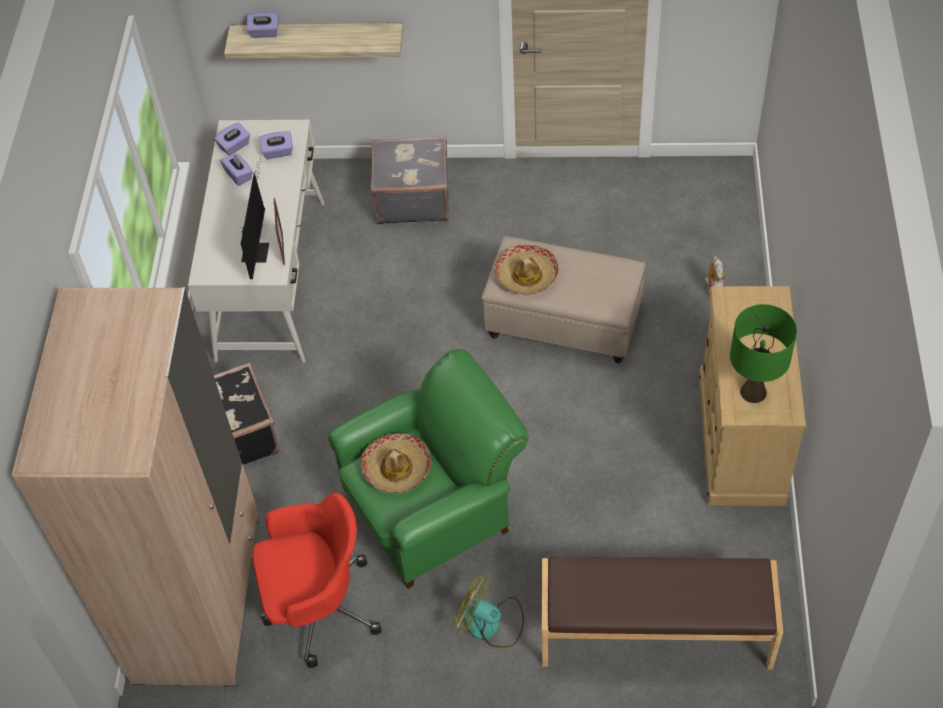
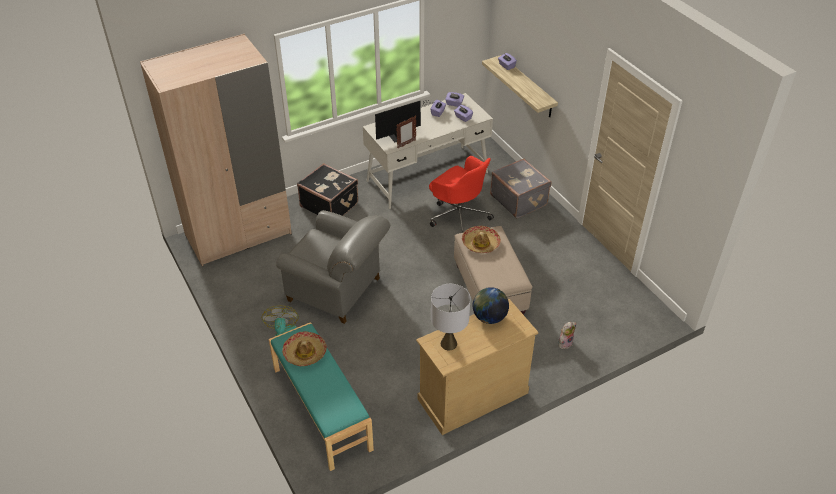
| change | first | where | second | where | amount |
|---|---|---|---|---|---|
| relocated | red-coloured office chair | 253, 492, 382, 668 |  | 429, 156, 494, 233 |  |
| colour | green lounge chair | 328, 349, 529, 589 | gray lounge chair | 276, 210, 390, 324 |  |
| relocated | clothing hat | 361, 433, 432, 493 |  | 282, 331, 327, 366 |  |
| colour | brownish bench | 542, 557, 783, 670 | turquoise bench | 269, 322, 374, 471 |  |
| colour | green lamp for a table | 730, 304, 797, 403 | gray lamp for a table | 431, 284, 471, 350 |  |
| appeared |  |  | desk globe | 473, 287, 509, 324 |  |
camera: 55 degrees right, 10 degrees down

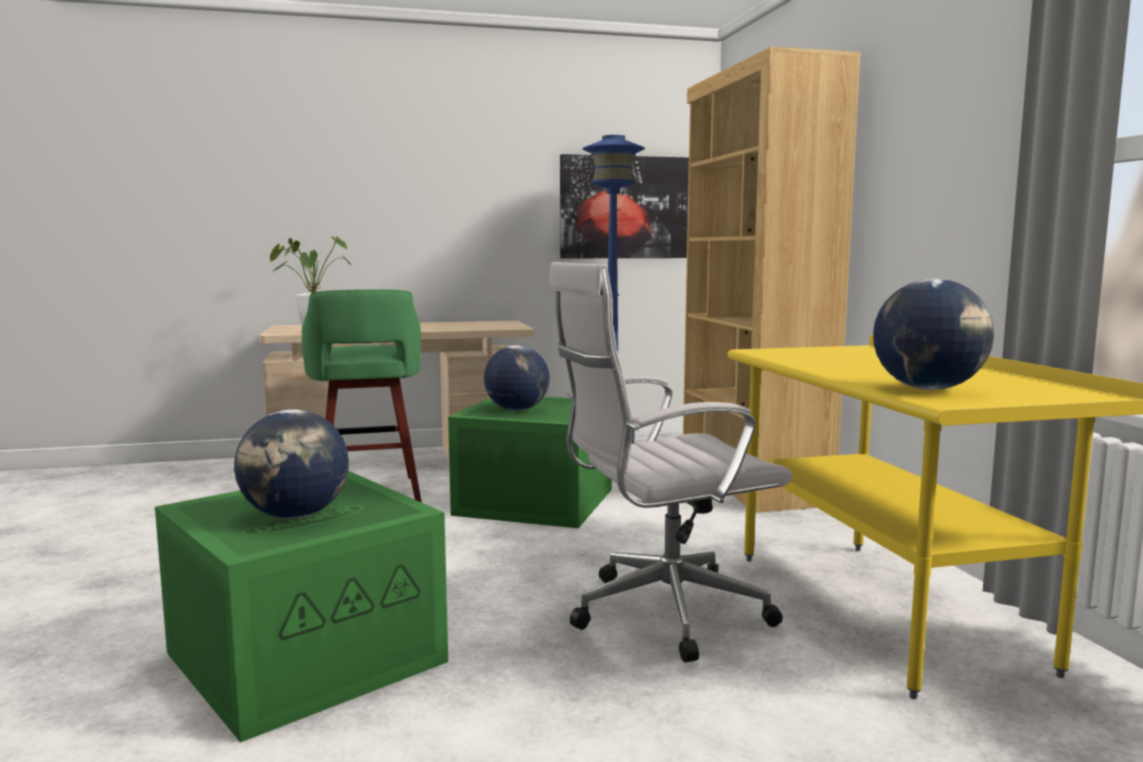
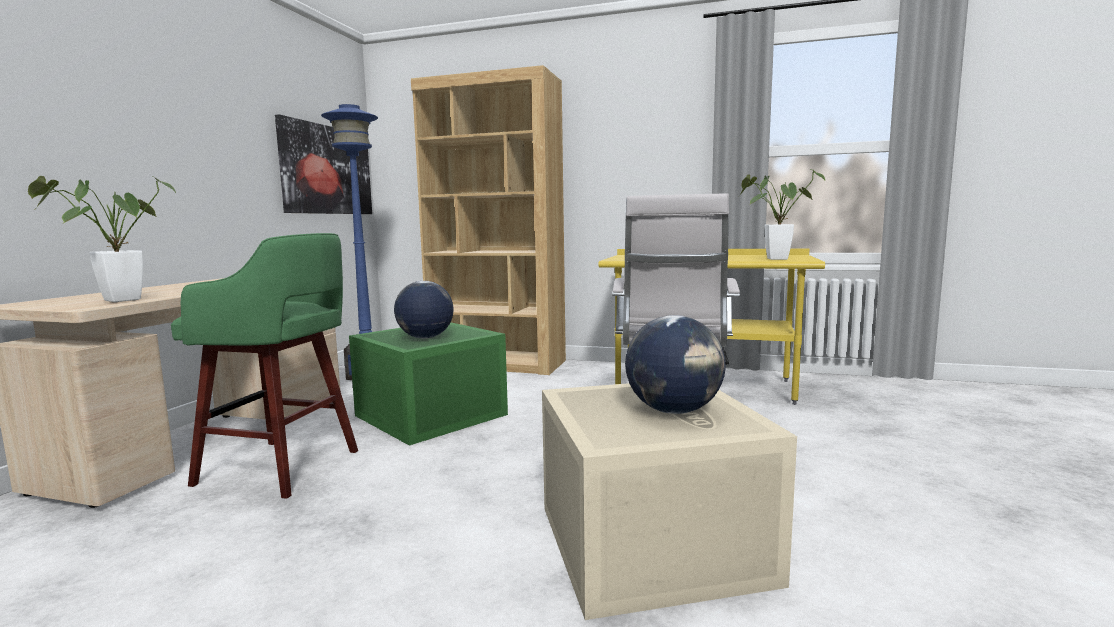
| change | first | where | second | where | amount |
|---|---|---|---|---|---|
| colour | green storage container | 155, 471, 448, 743 | sand-coloured storage container | 542, 383, 797, 620 |  |
| exchanged | desk globe | 873, 279, 994, 390 | plant in a pot | 739, 170, 826, 260 |  |
camera: 60 degrees left, 0 degrees up

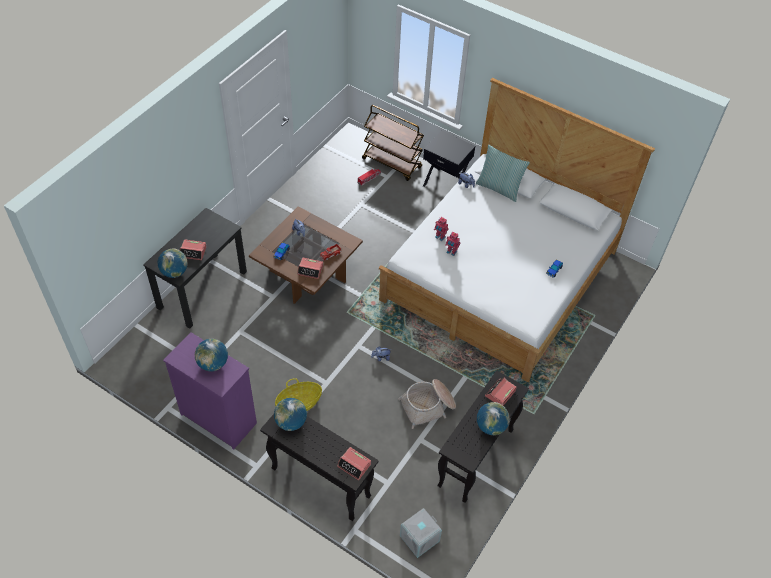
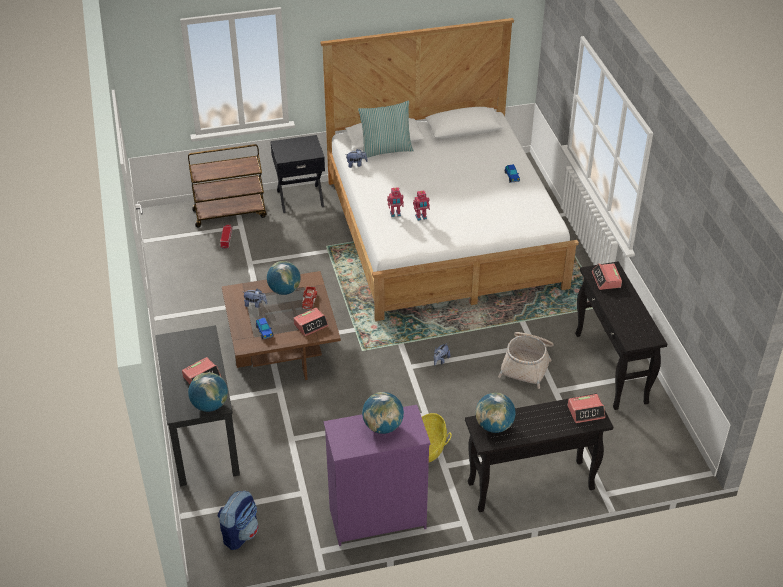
| change | first | where | second | where | amount |
|---|---|---|---|---|---|
| missing | gray storage container | 400, 508, 442, 558 |  |  |  |
| relocated | desk globe | 477, 402, 510, 436 |  | 267, 261, 301, 295 |  |
| appeared |  |  | knapsack | 218, 490, 258, 550 |  |
camera: 45 degrees left, 10 degrees down

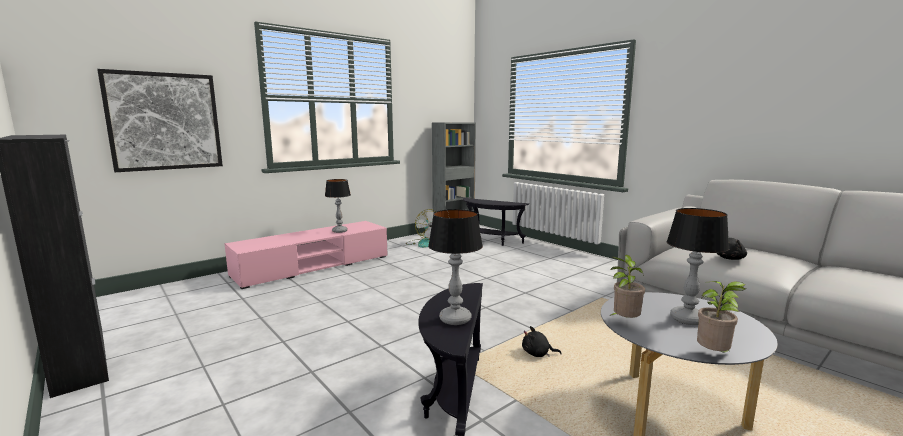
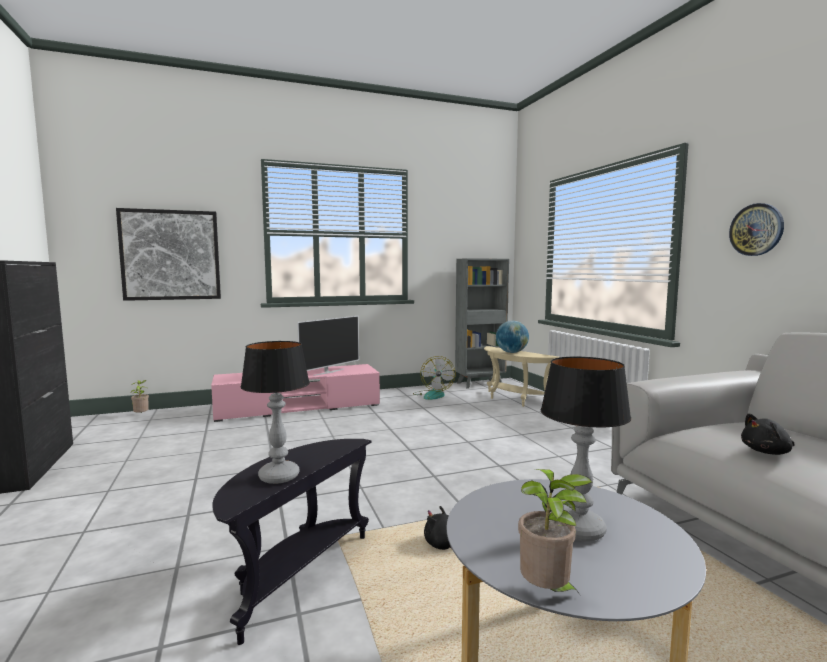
| change | first | where | second | where | amount |
|---|---|---|---|---|---|
| exchanged | lamp for a table | 325, 179, 351, 233 | TV | 297, 316, 359, 376 |  |
| colour | blackish side table | 463, 198, 529, 246 | sand-coloured side table | 484, 346, 559, 407 |  |
| relocated | plant in a pot | 610, 255, 645, 318 |  | 130, 380, 149, 413 |  |
| appeared |  |  | desk globe | 496, 321, 529, 353 |  |
| appeared |  |  | clock on the wall | 729, 203, 784, 256 |  |
camera: 20 degrees right, 5 degrees down

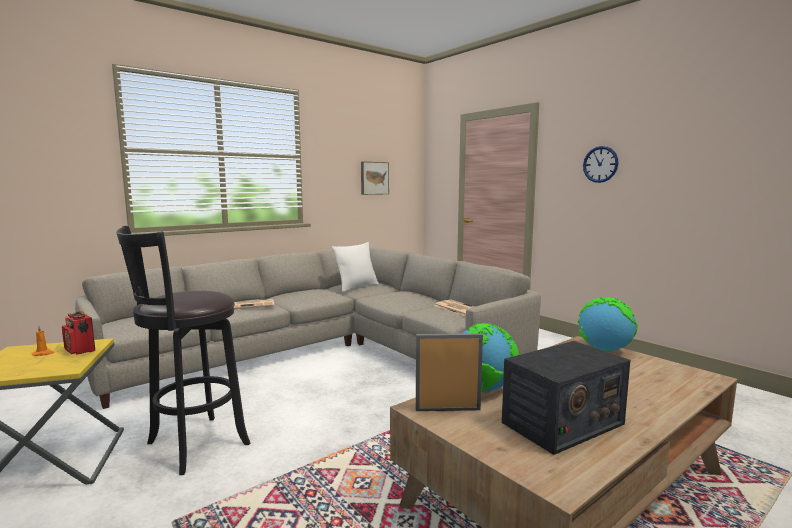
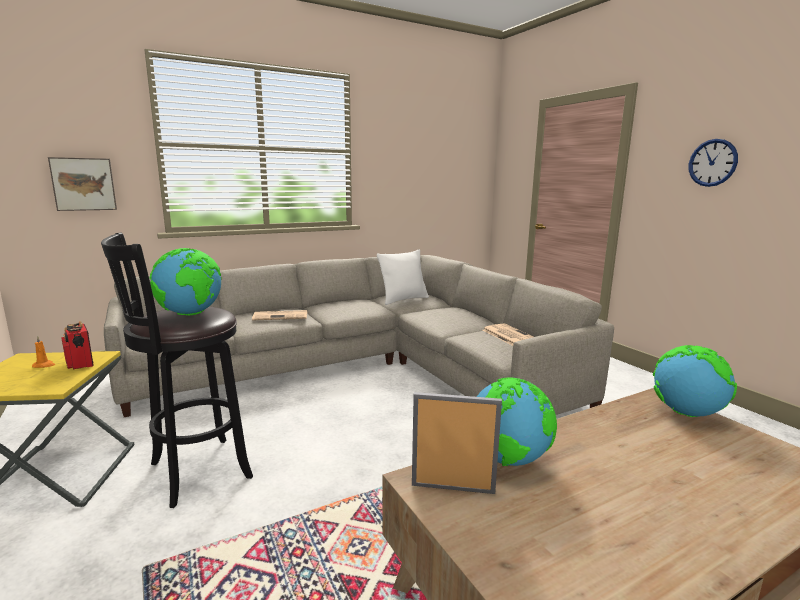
| change | first | where | second | where | amount |
|---|---|---|---|---|---|
| relocated | picture | 361, 162, 389, 195 |  | 48, 157, 117, 211 |  |
| missing | radio | 502, 341, 630, 455 |  |  |  |
| appeared |  |  | desk globe | 149, 248, 222, 316 |  |
camera: 10 degrees right, 5 degrees up

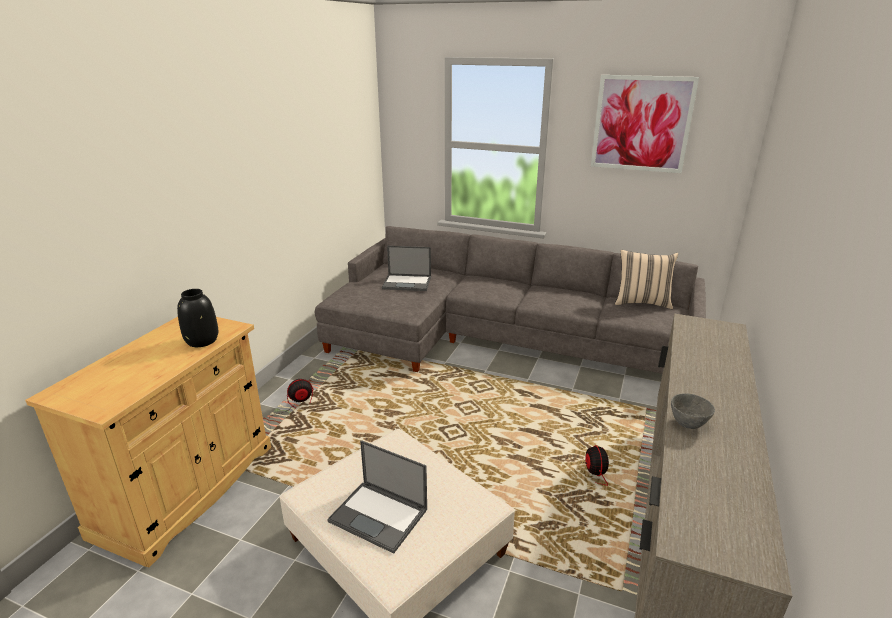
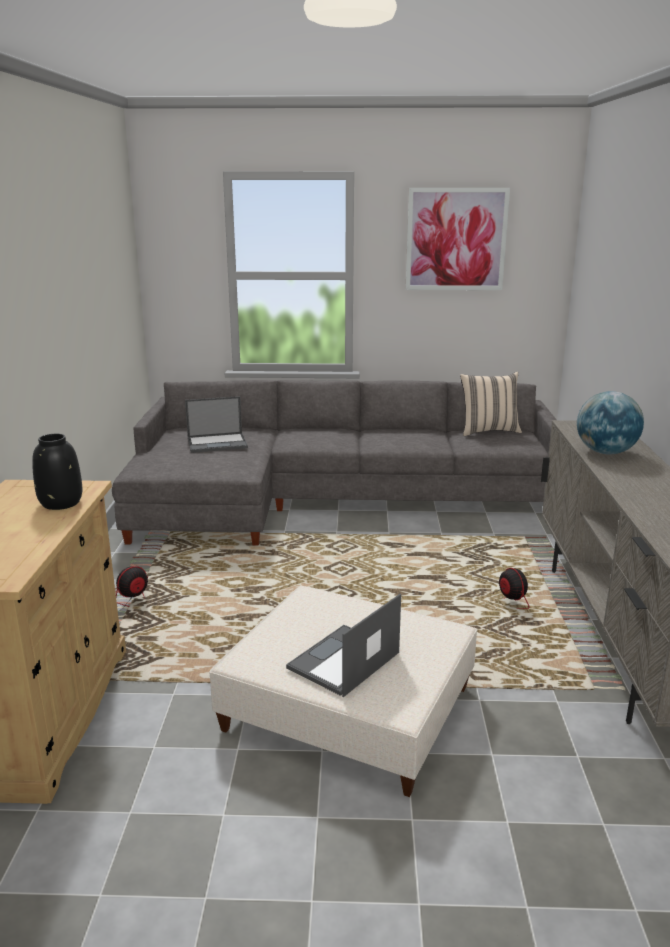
| change | first | where | second | where | amount |
|---|---|---|---|---|---|
| spun | notebook computer | 327, 440, 427, 554 |  | 286, 594, 401, 697 | 120 degrees clockwise |
| missing | gray serving bowl | 671, 393, 715, 429 |  |  |  |
| appeared |  |  | desk globe | 577, 391, 644, 455 |  |
camera: 20 degrees left, 5 degrees down

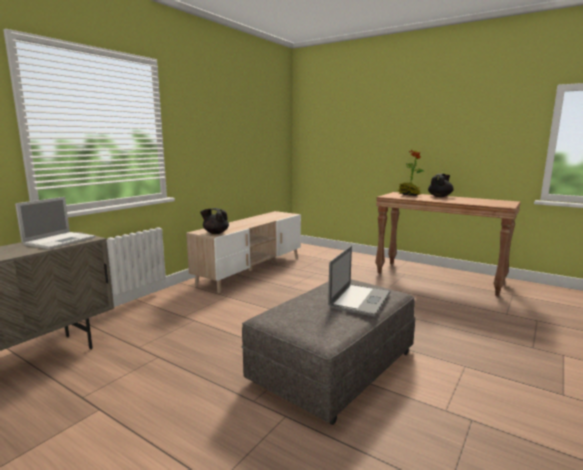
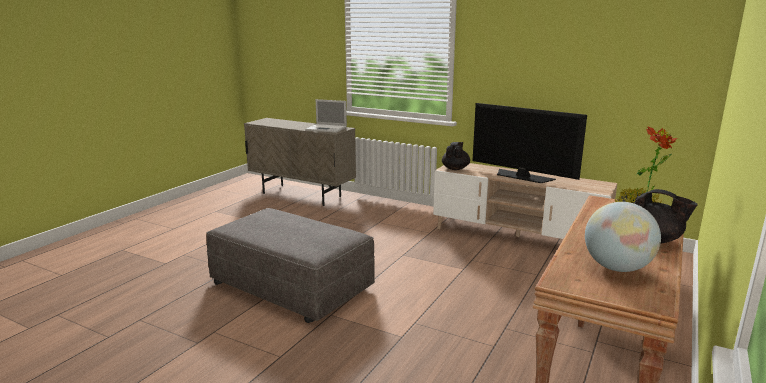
| change | first | where | second | where | amount |
|---|---|---|---|---|---|
| missing | notebook computer | 328, 246, 390, 316 |  |  |  |
| appeared |  |  | TV | 473, 103, 587, 183 |  |
| appeared |  |  | desk globe | 585, 202, 661, 272 |  |
camera: 85 degrees right, 5 degrees up

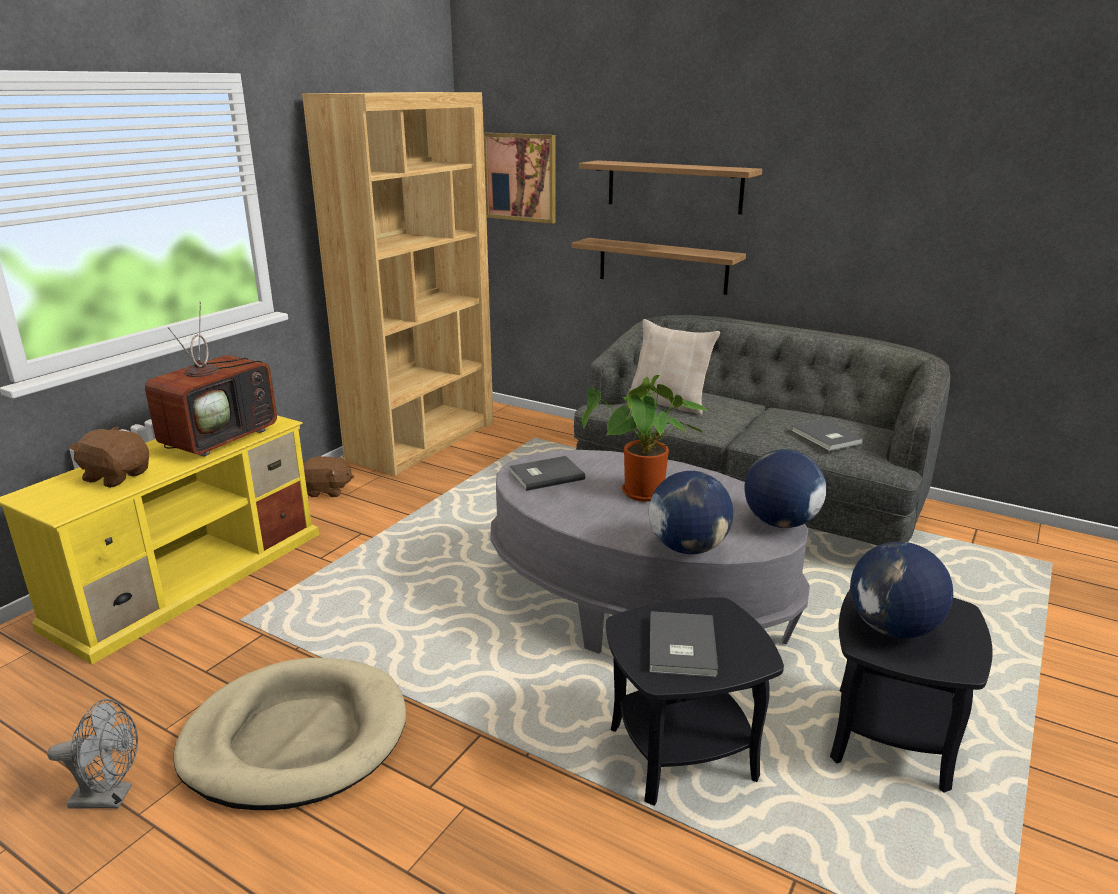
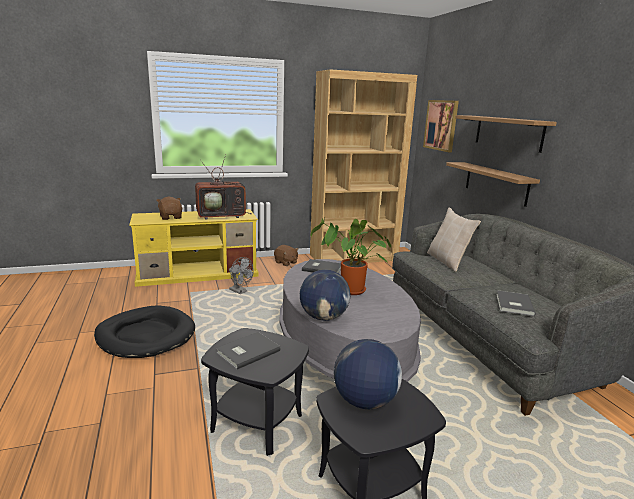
| change | first | where | second | where | amount |
|---|---|---|---|---|---|
| relocated | gray cooling fan | 47, 699, 138, 809 |  | 229, 257, 254, 294 |  |
| colour | sand-coloured pet bed | 174, 658, 406, 810 | blackish pet bed | 94, 305, 195, 358 |  |
| missing | desk globe | 744, 449, 826, 528 |  |  |  |
camera: 40 degrees right, 5 degrees down

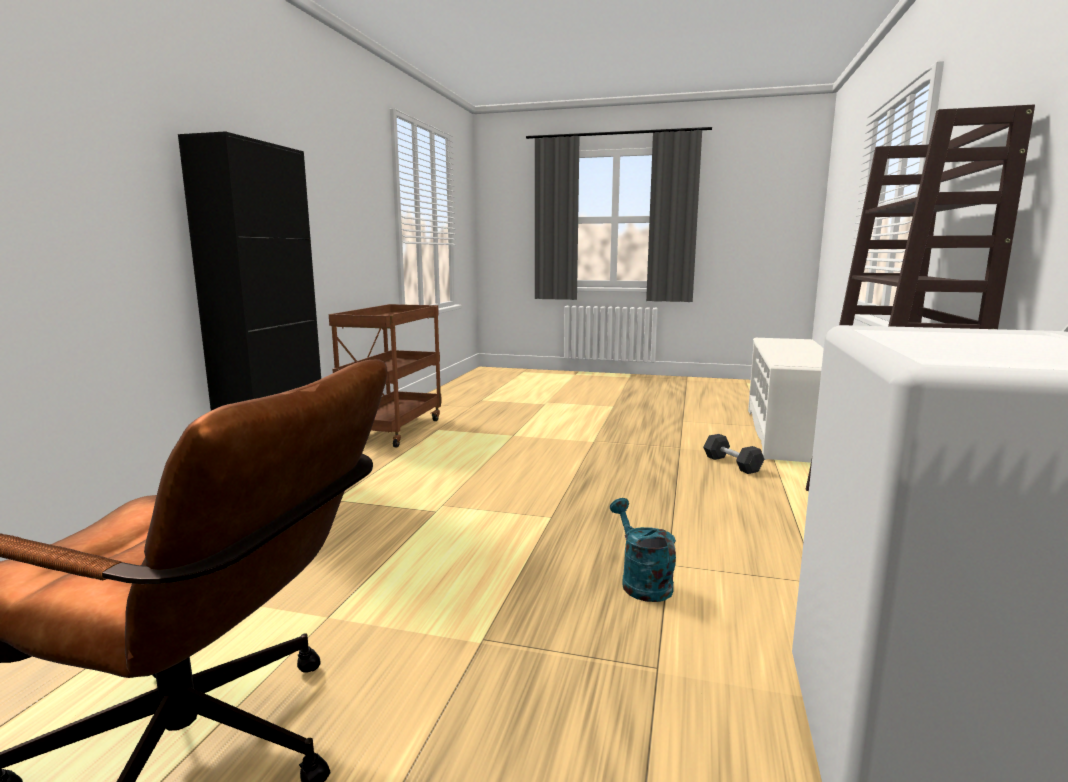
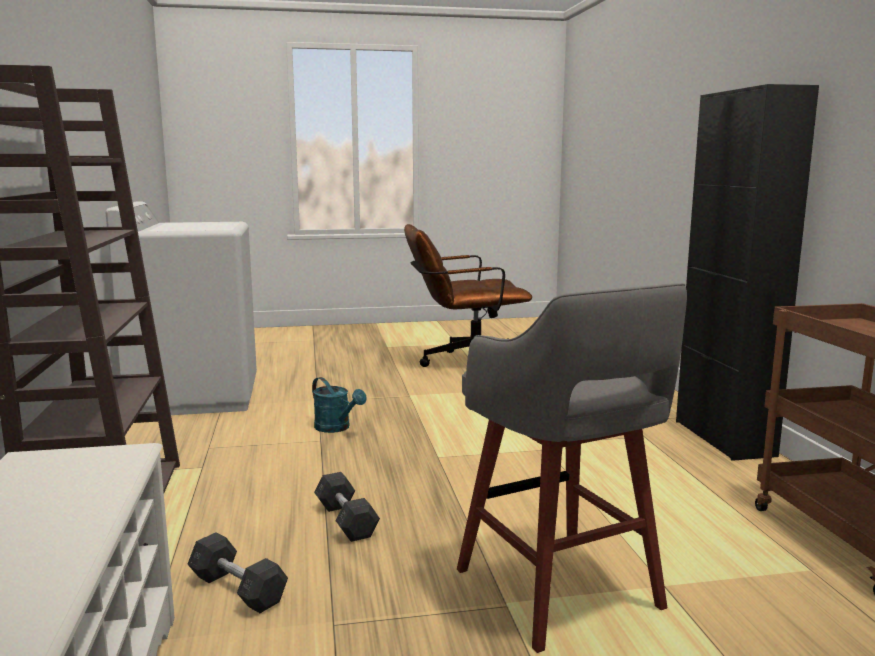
| change | first | where | second | where | amount |
|---|---|---|---|---|---|
| appeared |  |  | gray free weight | 314, 472, 380, 542 |  |
| appeared |  |  | gray stool | 457, 283, 687, 653 |  |
camera: 155 degrees right, 0 degrees up

